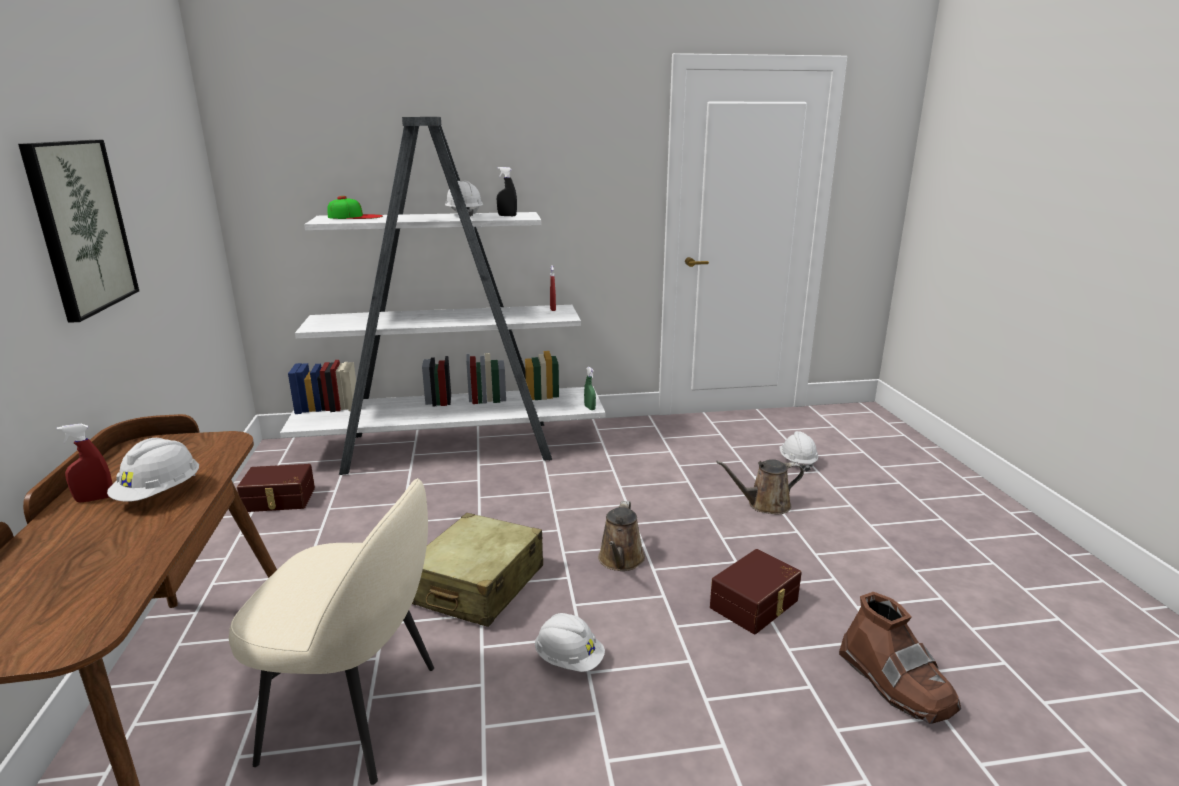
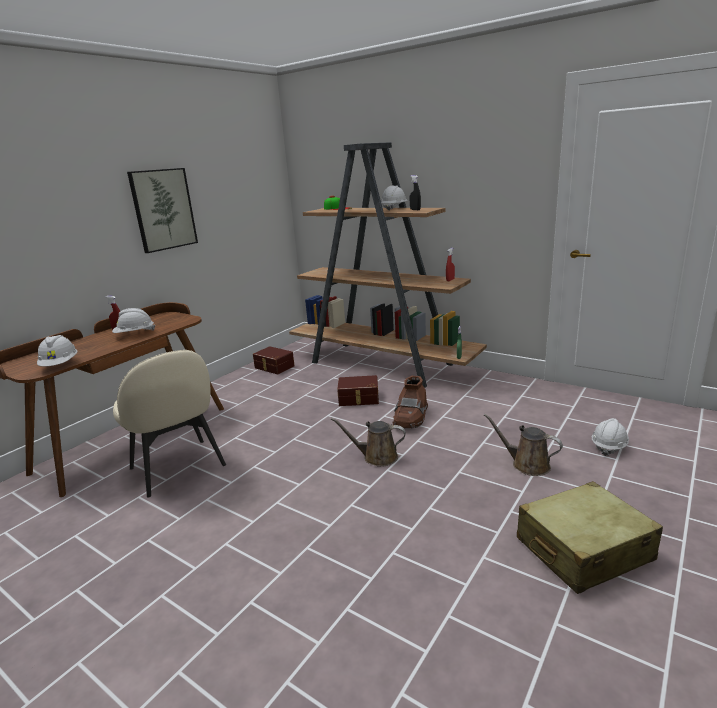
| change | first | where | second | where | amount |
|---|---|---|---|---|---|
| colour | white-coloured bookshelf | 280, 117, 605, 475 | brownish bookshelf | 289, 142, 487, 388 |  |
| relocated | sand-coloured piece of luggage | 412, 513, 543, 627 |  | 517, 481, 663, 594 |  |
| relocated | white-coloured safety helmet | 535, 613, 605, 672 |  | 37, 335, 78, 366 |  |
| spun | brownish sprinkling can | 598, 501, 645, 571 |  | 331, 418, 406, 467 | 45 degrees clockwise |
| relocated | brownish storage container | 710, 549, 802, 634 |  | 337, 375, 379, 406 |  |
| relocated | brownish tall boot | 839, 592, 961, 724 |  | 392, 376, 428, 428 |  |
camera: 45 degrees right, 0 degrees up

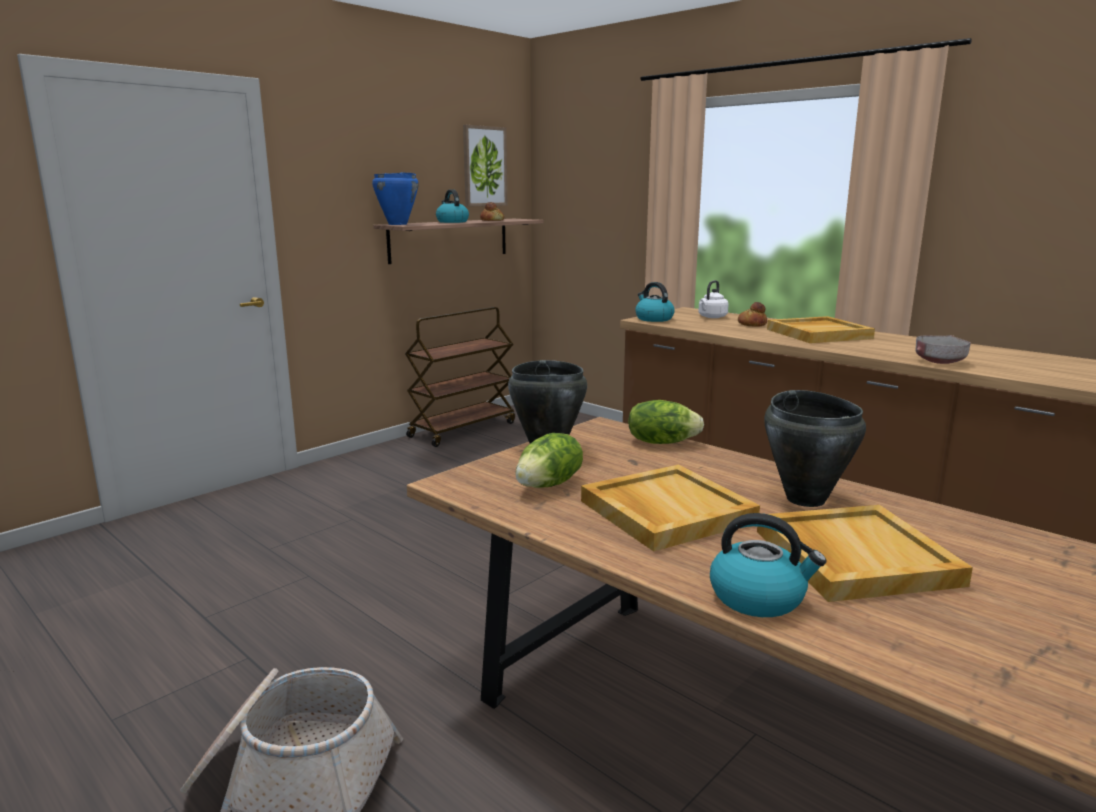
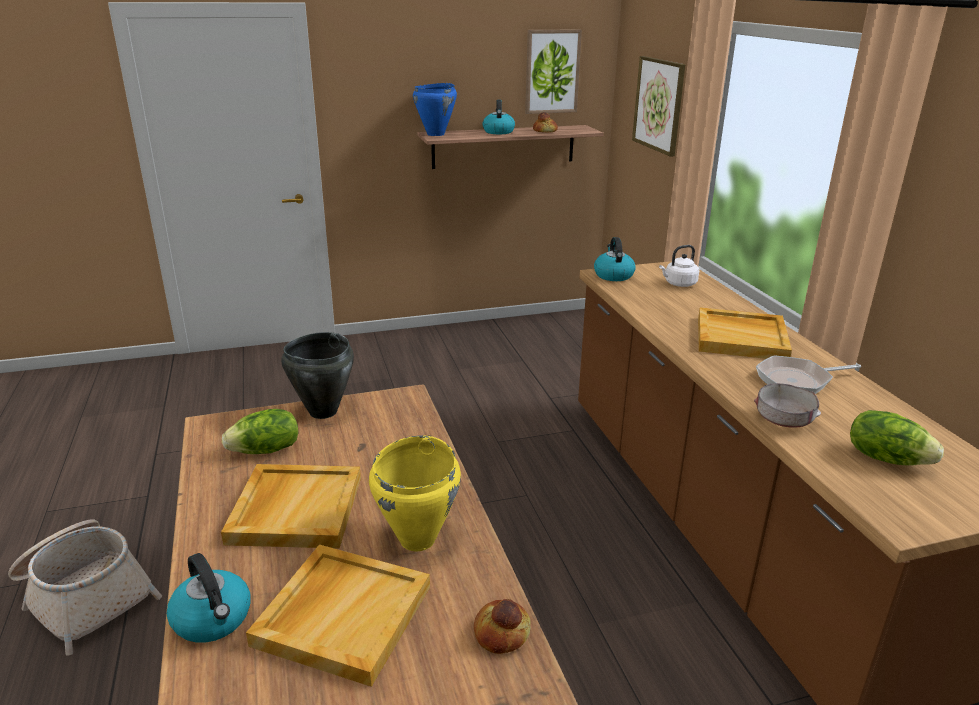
| change | first | where | second | where | amount |
|---|---|---|---|---|---|
| missing | brownish wheeled cart | 405, 307, 515, 447 |  |  |  |
| relocated | lettuce | 628, 400, 704, 444 |  | 850, 410, 944, 465 |  |
| relocated | baked bread | 738, 302, 767, 327 |  | 474, 599, 531, 654 |  |
| colour | blackish saucepot | 764, 390, 866, 507 | yellow saucepot | 369, 435, 461, 551 |  |
| appeared |  |  | picture | 632, 56, 685, 157 |  |
| appeared |  |  | skillet | 756, 355, 861, 394 |  |
camera: 30 degrees right, 10 degrees up

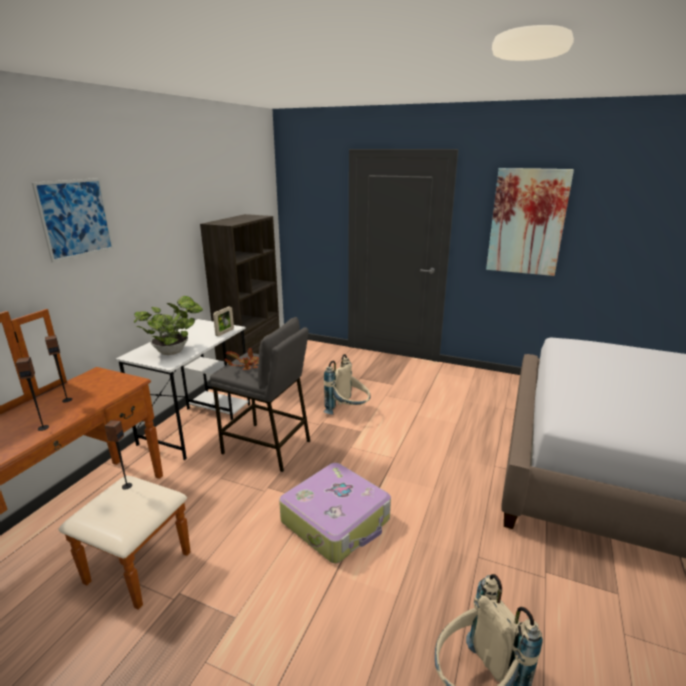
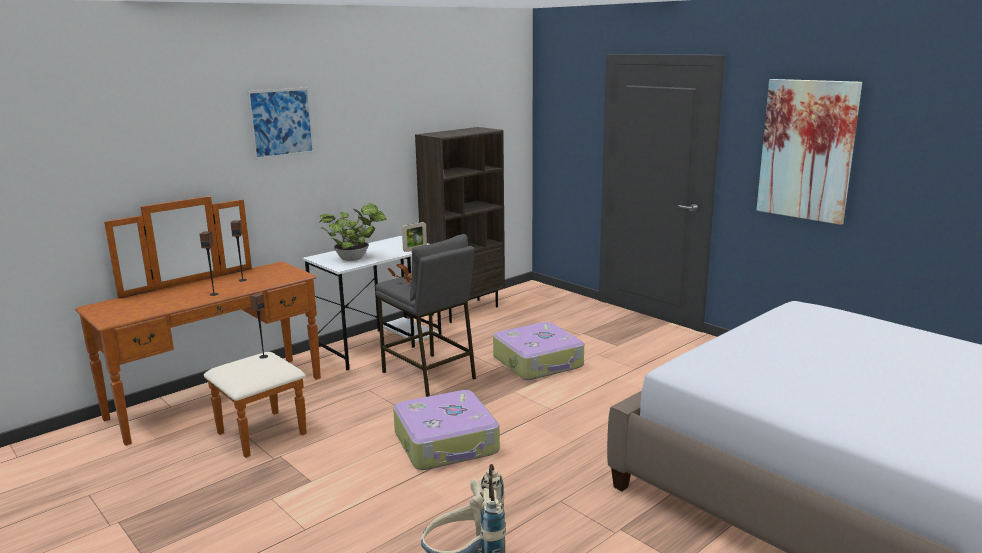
| change | first | where | second | where | amount |
|---|---|---|---|---|---|
| exchanged | sand-coloured knapsack | 323, 354, 370, 415 | piece of luggage | 493, 322, 584, 380 |  |
camera: 25 degrees right, 5 degrees down

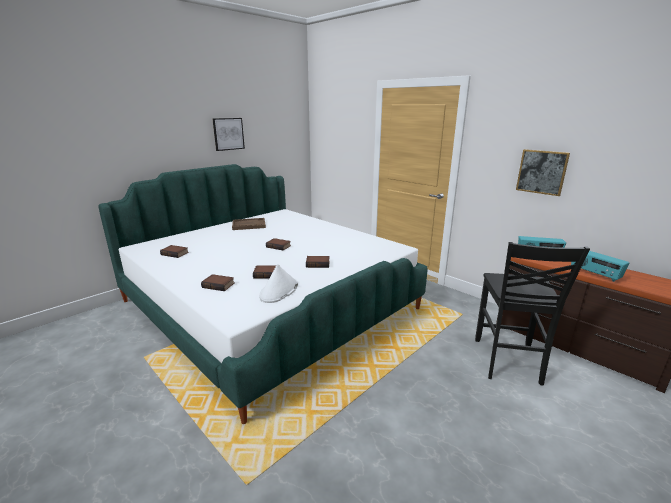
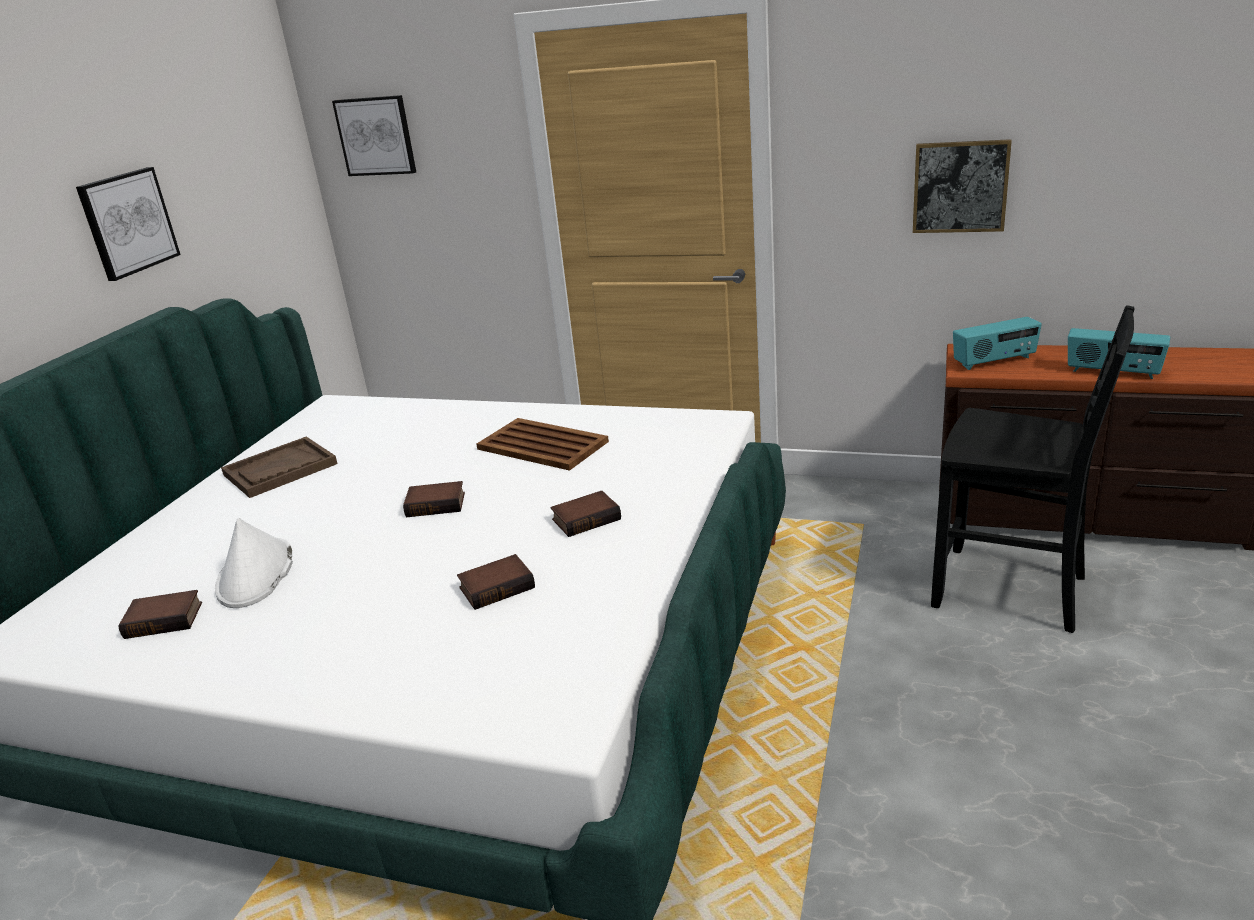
| change | first | where | second | where | amount |
|---|---|---|---|---|---|
| missing | volume | 201, 274, 234, 291 |  |  |  |
| relocated | white-coloured clothing hat | 259, 264, 298, 303 |  | 215, 518, 293, 608 |  |
| spun | blackish plain chair | 475, 242, 590, 386 |  | 931, 305, 1135, 633 | 45 degrees counterclockwise |
| appeared |  |  | picture | 332, 95, 416, 176 |  |
| appeared |  |  | brownish carrying tray | 477, 418, 609, 471 |  |
camera: 25 degrees left, 5 degrees up

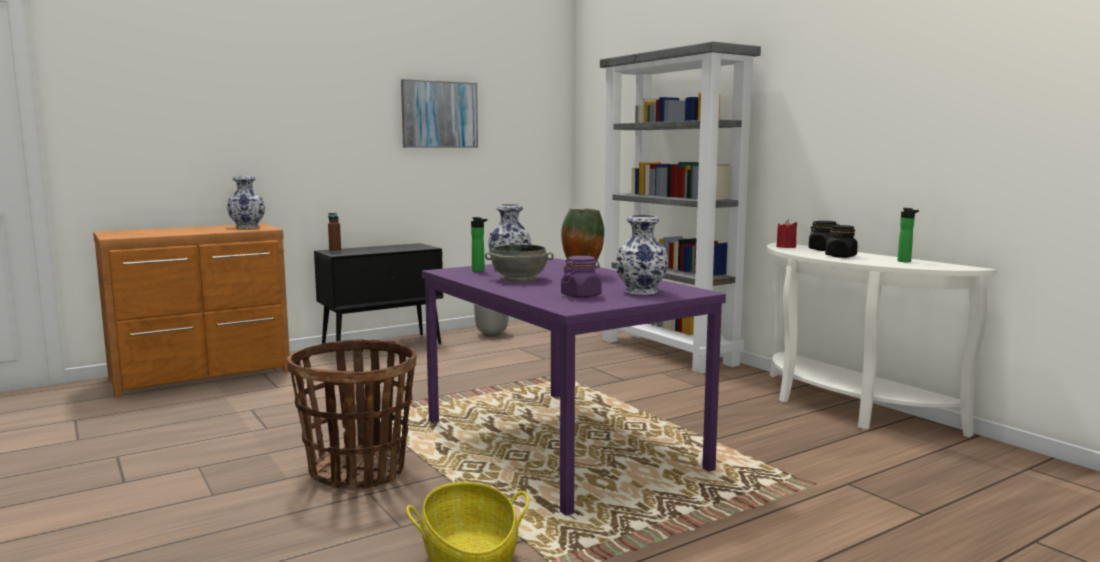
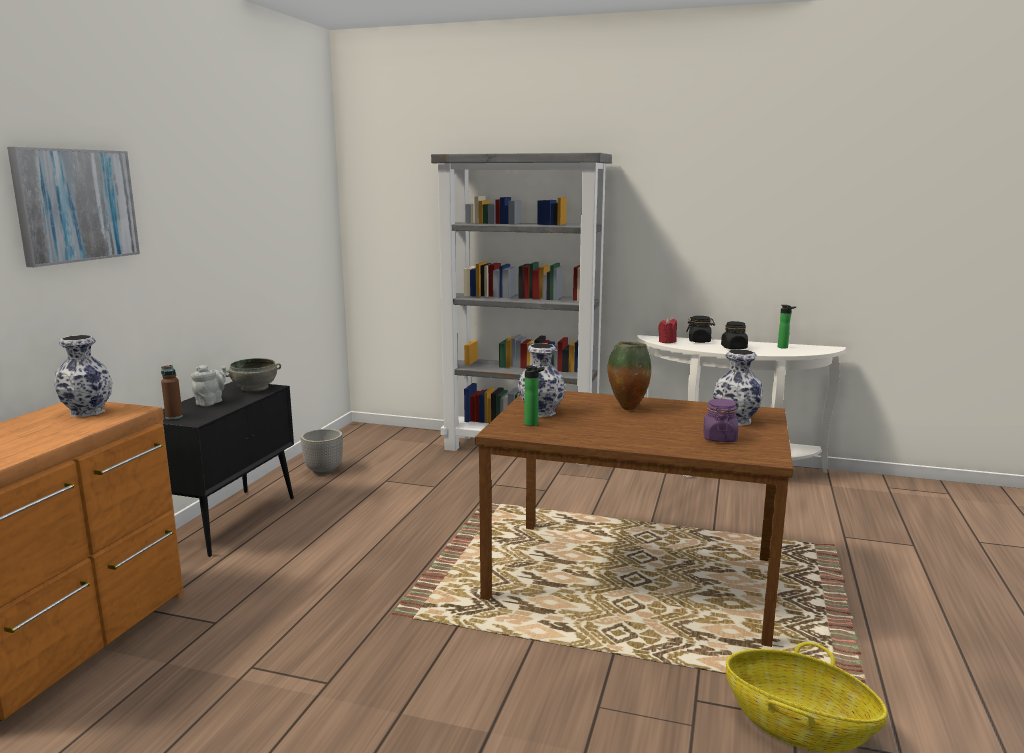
| change | first | where | second | where | amount |
|---|---|---|---|---|---|
| missing | basket | 287, 339, 417, 490 |  |  |  |
| relocated | picture | 401, 79, 478, 148 |  | 7, 147, 140, 267 |  |
| colour | purple dining table | 422, 258, 726, 516 | brownish dining table | 475, 391, 793, 647 |  |
| relocated | gray serving bowl | 485, 244, 554, 282 |  | 226, 358, 281, 392 |  |
| appeared |  |  | gray tea pot | 191, 365, 226, 406 |  |
camera: 40 degrees left, 5 degrees up

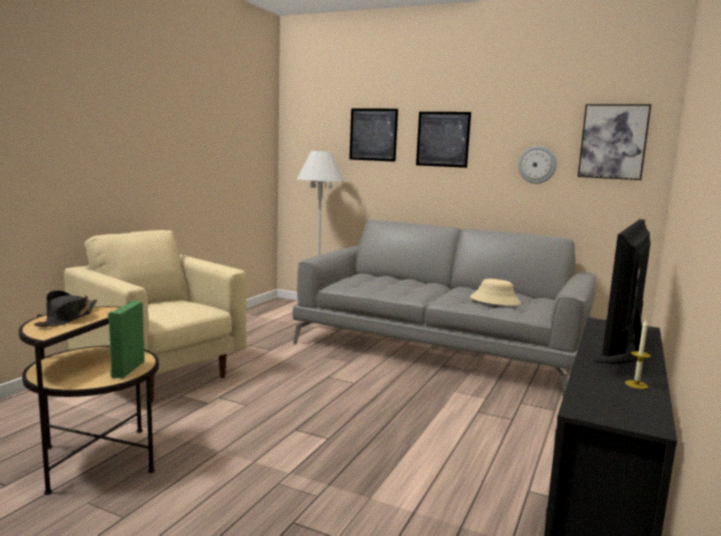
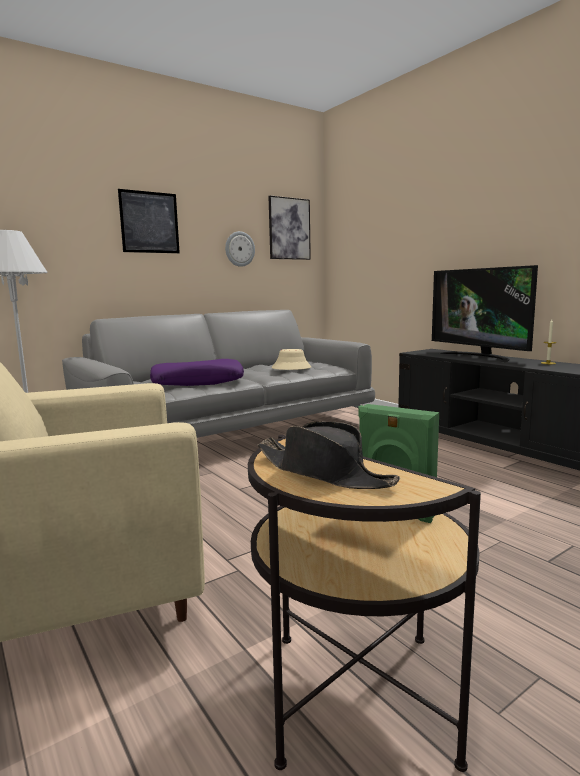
| change | first | where | second | where | amount |
|---|---|---|---|---|---|
| missing | picture | 349, 108, 398, 162 |  |  |  |
| appeared |  |  | purple cushion | 150, 359, 244, 386 |  |
camera: 60 degrees left, 0 degrees up

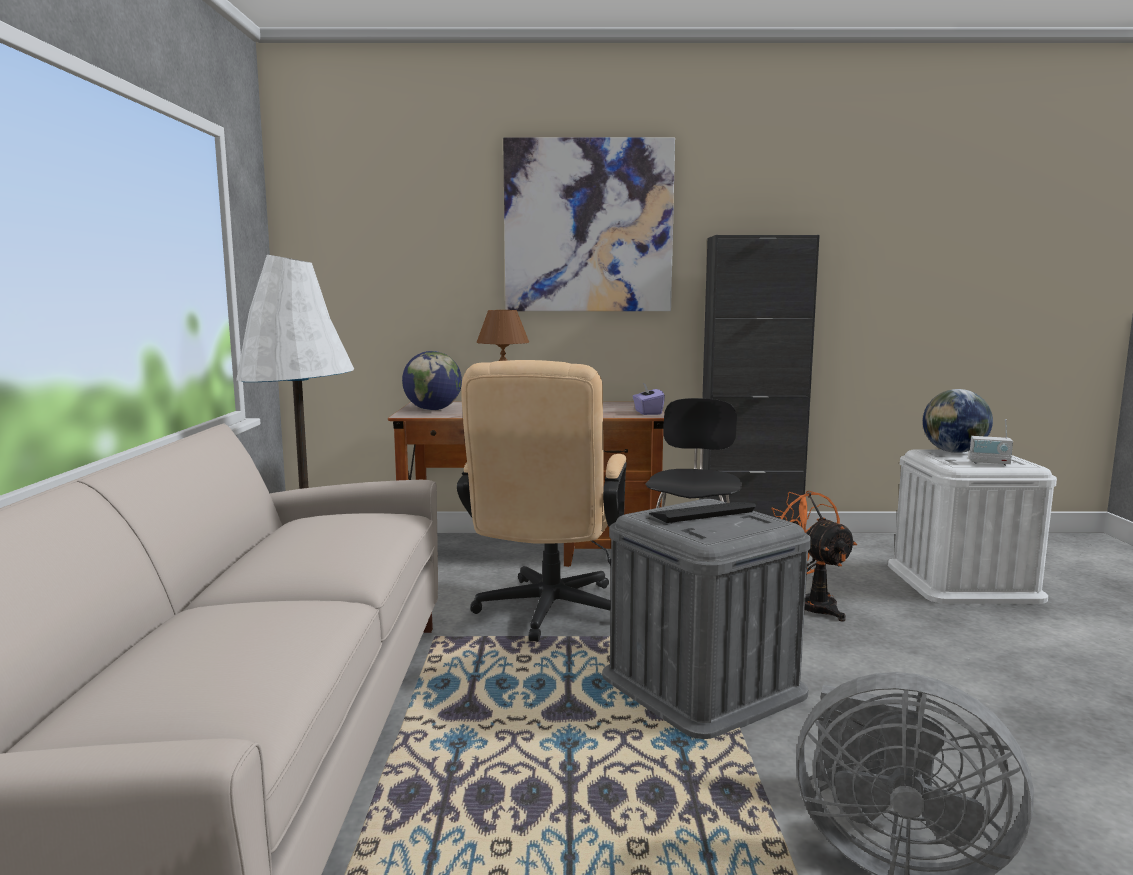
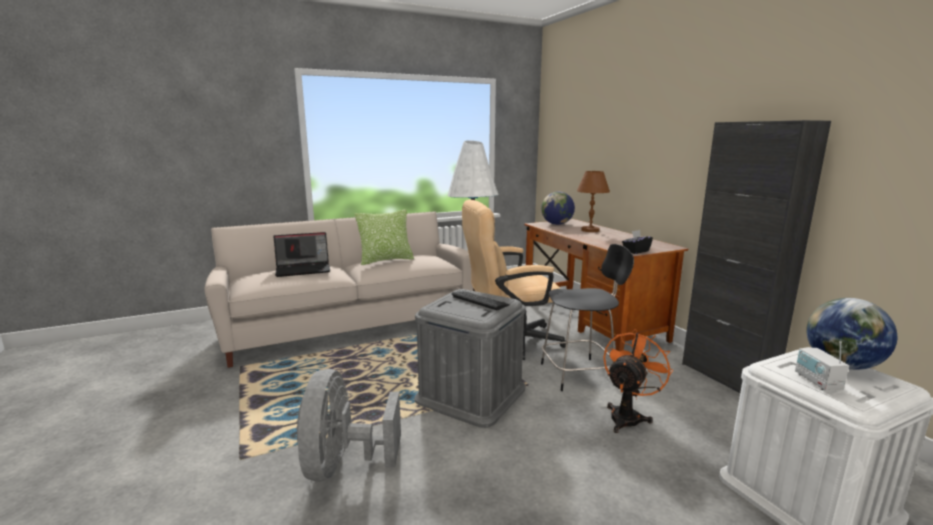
| change | first | where | second | where | amount |
|---|---|---|---|---|---|
| missing | picture | 503, 138, 675, 311 |  |  |  |
| colour | purple box of tissues | 632, 383, 665, 415 | blackish box of tissues | 622, 230, 653, 254 |  |
| appeared |  |  | notebook computer | 273, 232, 330, 277 |  |
| appeared |  |  | cushion | 354, 209, 414, 265 |  |
camera: 65 degrees right, 5 degrees up

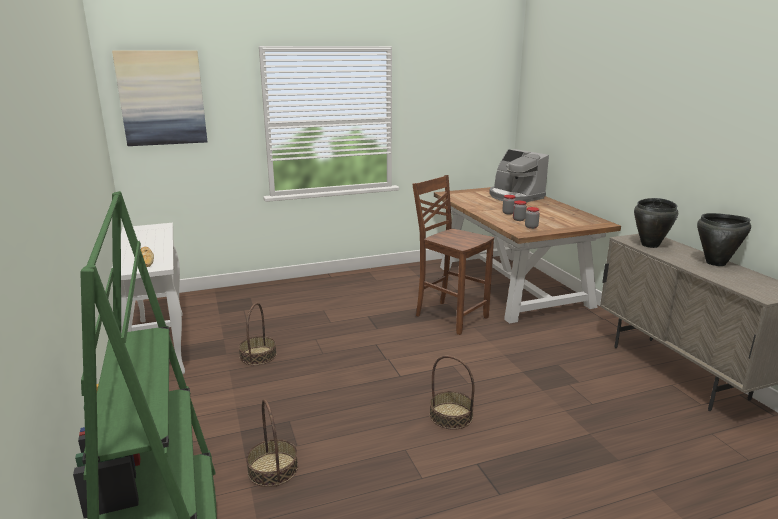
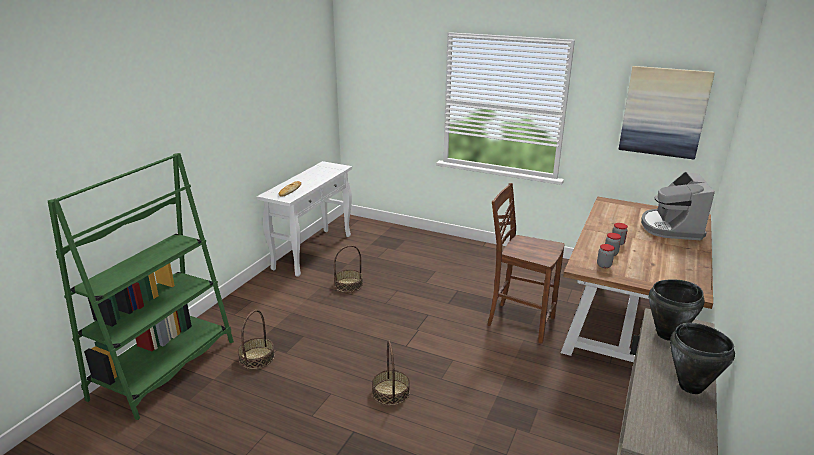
| change | first | where | second | where | amount |
|---|---|---|---|---|---|
| relocated | picture | 112, 50, 207, 146 |  | 619, 66, 715, 160 |  |
| spun | brownish plain chair | 412, 175, 494, 335 |  | 487, 183, 565, 344 | 60 degrees counterclockwise |
camera: 45 degrees right, 5 degrees up

